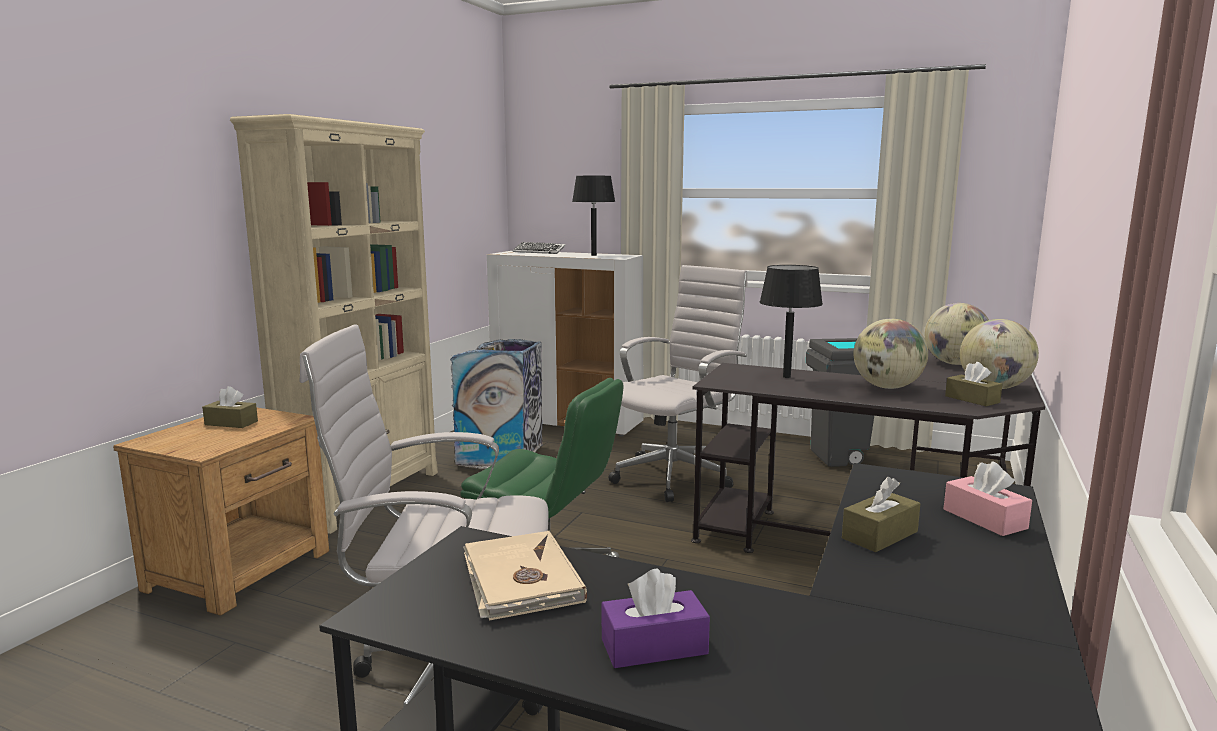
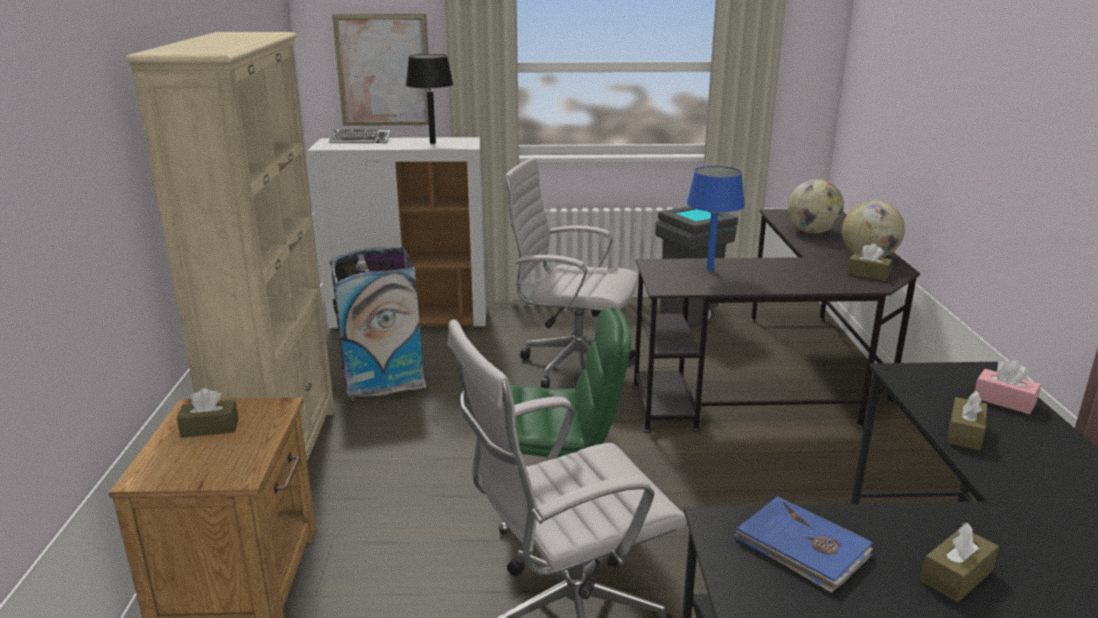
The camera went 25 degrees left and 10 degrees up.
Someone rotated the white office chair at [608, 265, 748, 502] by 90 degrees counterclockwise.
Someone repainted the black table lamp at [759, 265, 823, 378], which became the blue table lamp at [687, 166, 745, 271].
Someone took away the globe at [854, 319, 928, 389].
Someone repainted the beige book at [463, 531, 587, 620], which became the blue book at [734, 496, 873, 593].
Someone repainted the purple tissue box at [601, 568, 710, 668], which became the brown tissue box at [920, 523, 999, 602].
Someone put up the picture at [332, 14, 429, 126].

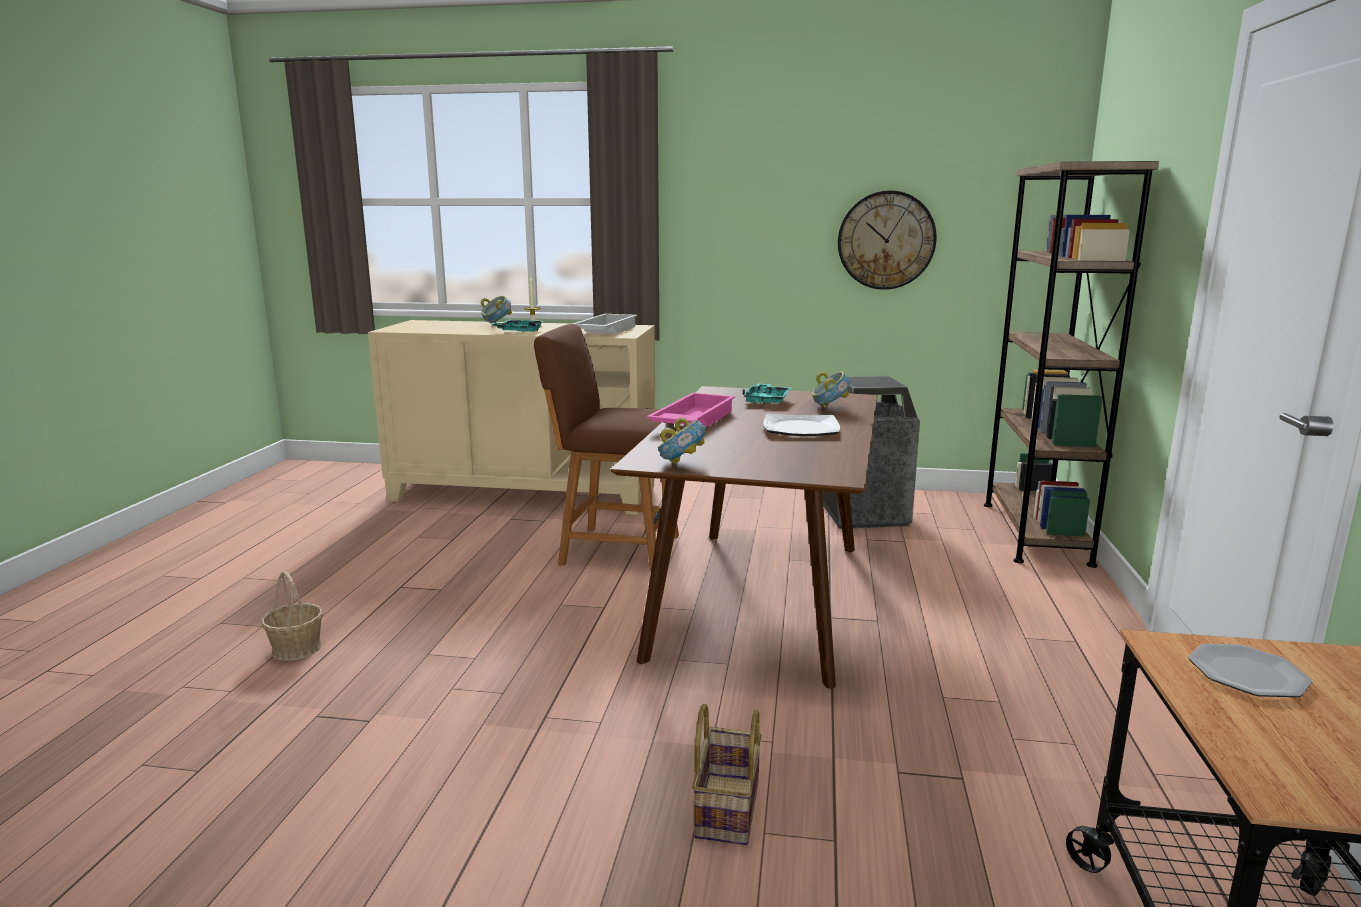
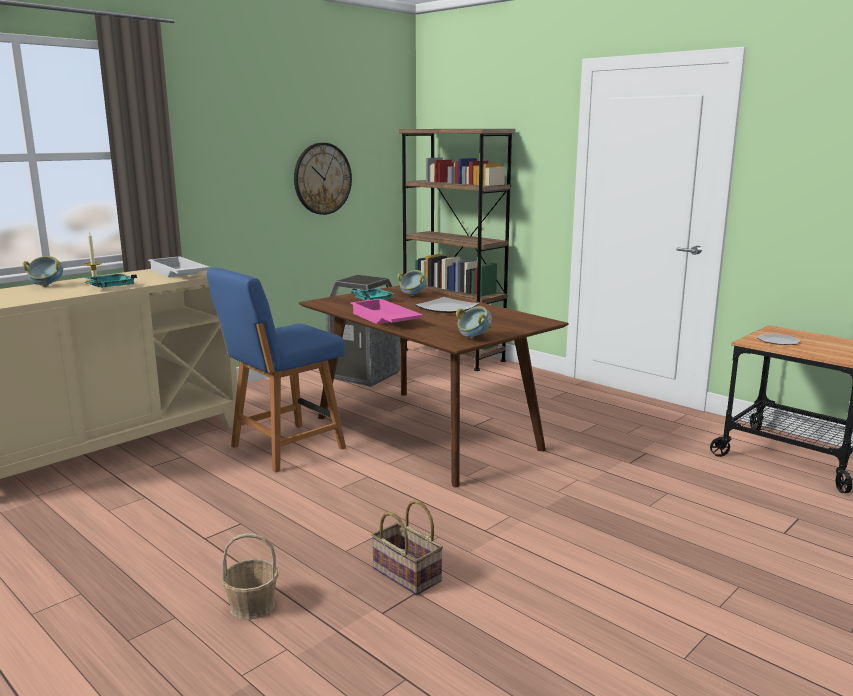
The camera went 55 degrees left and 0 degrees up.
Someone repainted the brown chair at [534, 324, 679, 572], which became the blue chair at [207, 268, 346, 473].
Someone carried the basket from [692, 704, 762, 845] to [371, 500, 443, 595].

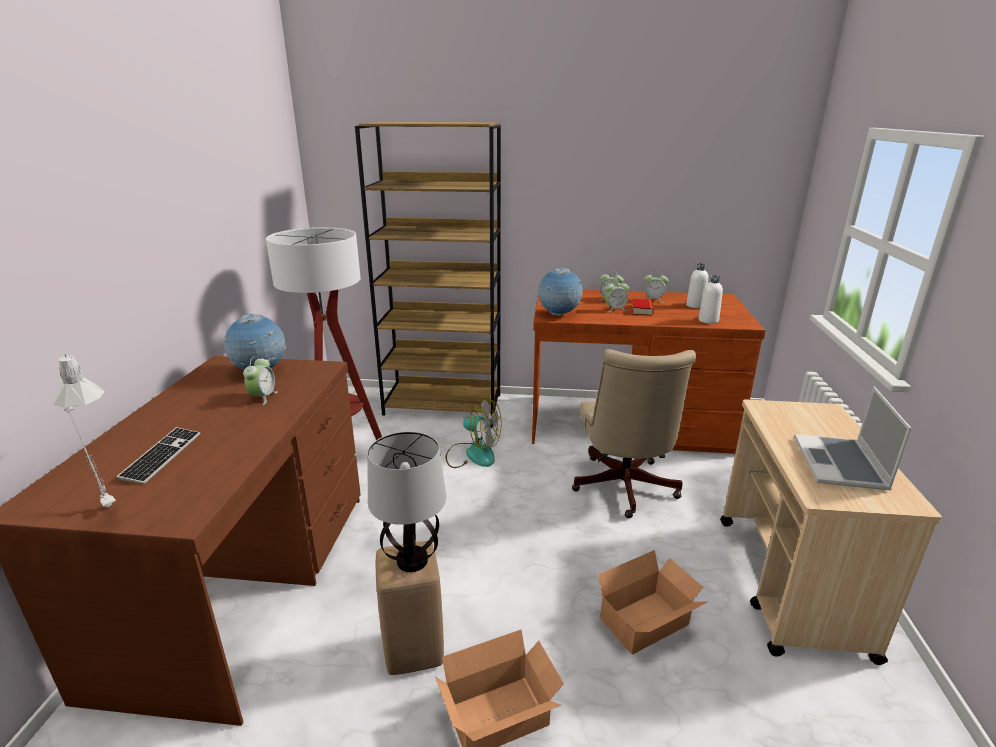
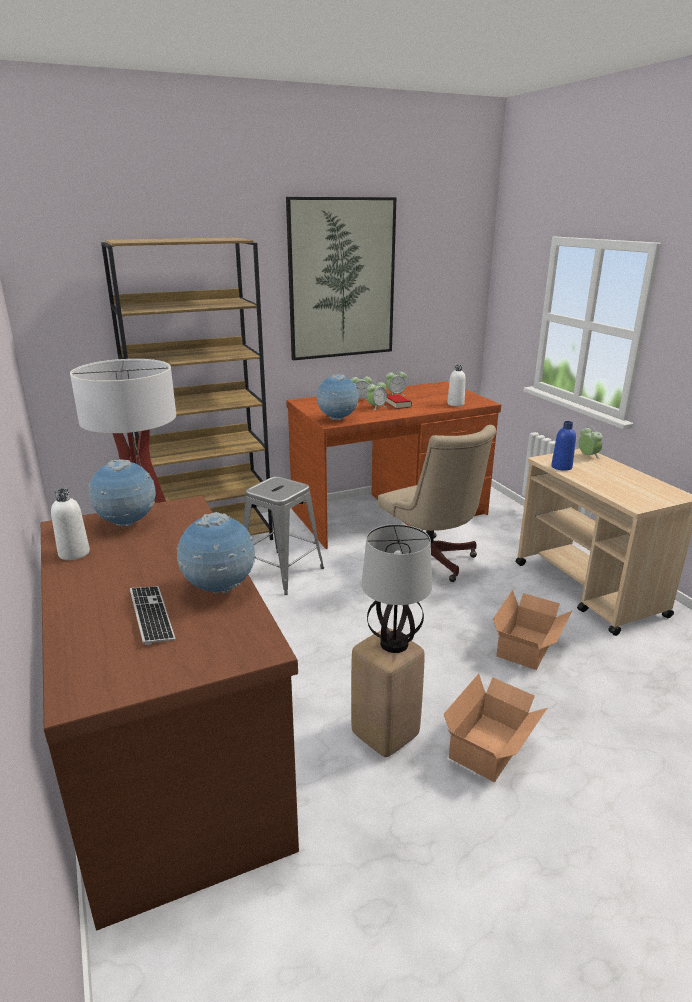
The camera went 30 degrees left and 0 degrees up.
Someone carried the white bottle from [686, 263, 708, 308] to [51, 489, 90, 560].
Someone took away the grey table lamp at [52, 355, 116, 512].
Someone carried the alarm clock from [243, 356, 278, 405] to [579, 426, 603, 459].
Someone took away the laptop at [794, 387, 912, 490].
Someone swapped the fan at [446, 398, 502, 468] for the grey stool at [243, 476, 324, 595].
Someone put up the picture at [286, 197, 397, 360].
Someone put down the blue bottle at [551, 421, 576, 471].
Someone put down the globe at [176, 512, 256, 594].

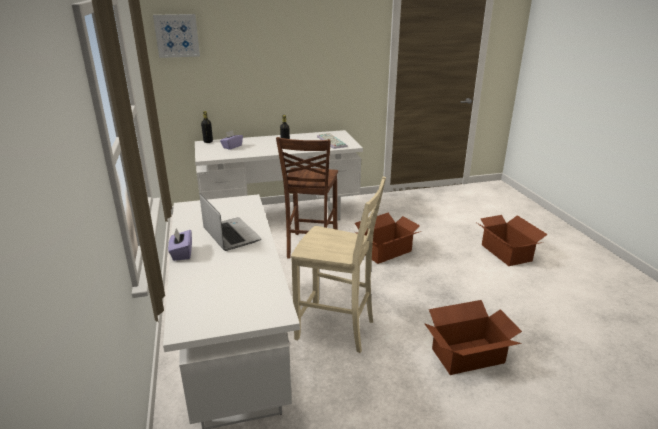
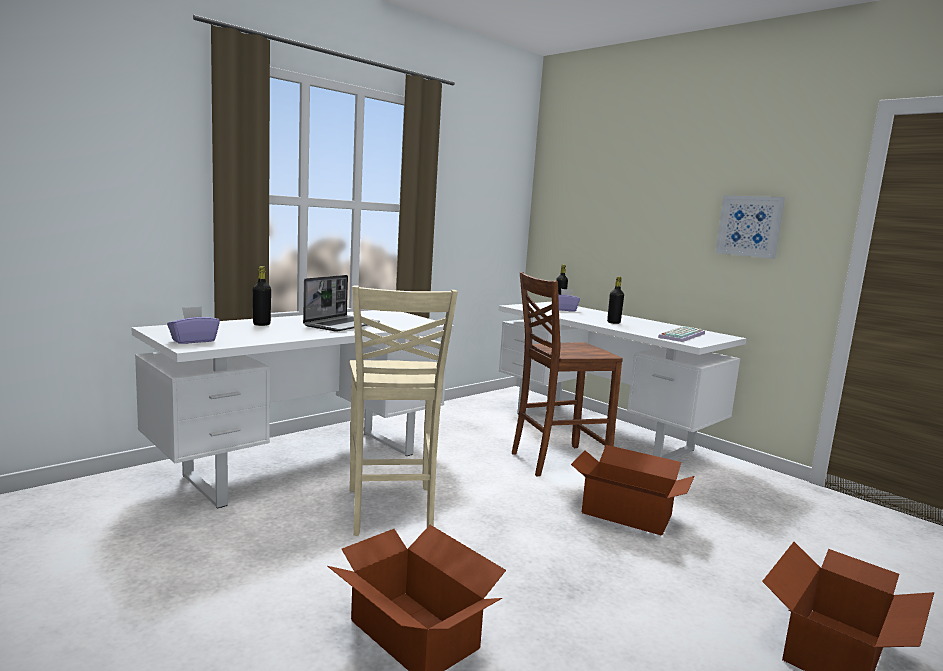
The camera went 60 degrees right and 15 degrees down.
Someone carried the picture from [153, 14, 200, 58] to [715, 195, 785, 259].
Someone carried the purple tissue box from [168, 228, 192, 261] to [167, 306, 220, 344].
Someone put down the black bottle at [253, 266, 271, 326].

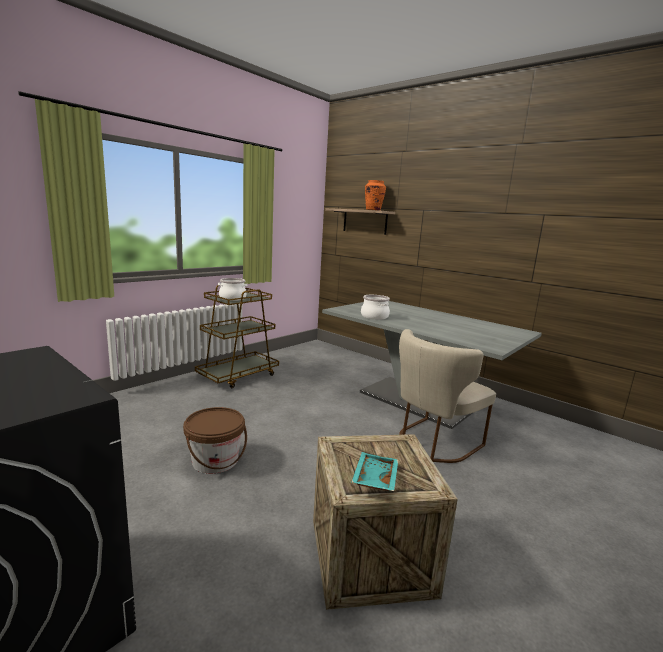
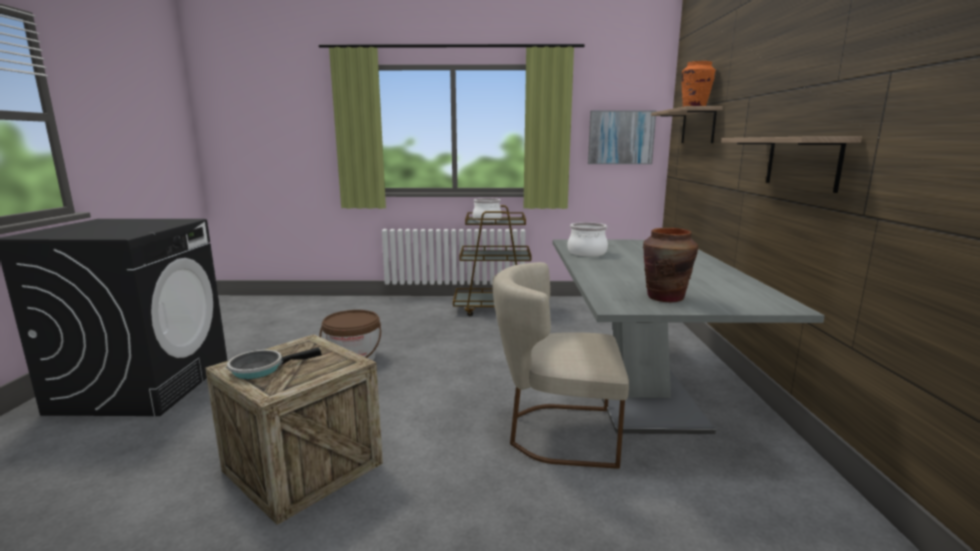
The camera went 50 degrees right and 0 degrees up.
Someone swapped the turquoise tray at [351, 452, 398, 491] for the frying pan at [227, 347, 322, 379].
Someone put up the picture at [588, 111, 656, 164].
Someone put up the shelf at [721, 137, 862, 193].
Someone put down the brown vase at [643, 228, 698, 302].

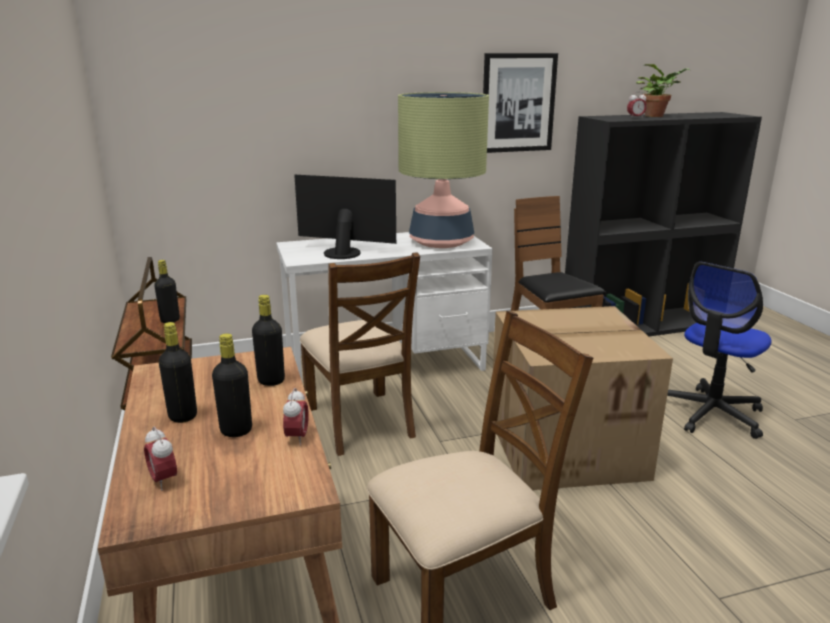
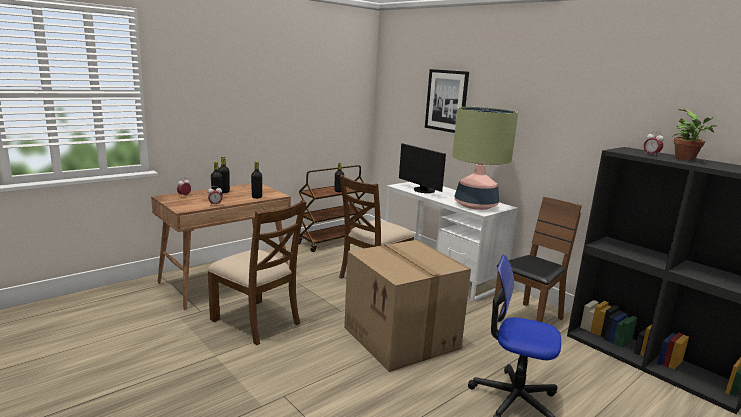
The camera went 65 degrees right and 5 degrees down.
Someone carried the picture from [483, 53, 558, 153] to [425, 69, 469, 133].
Someone rotated the monitor at [294, 175, 396, 259] by 150 degrees clockwise.

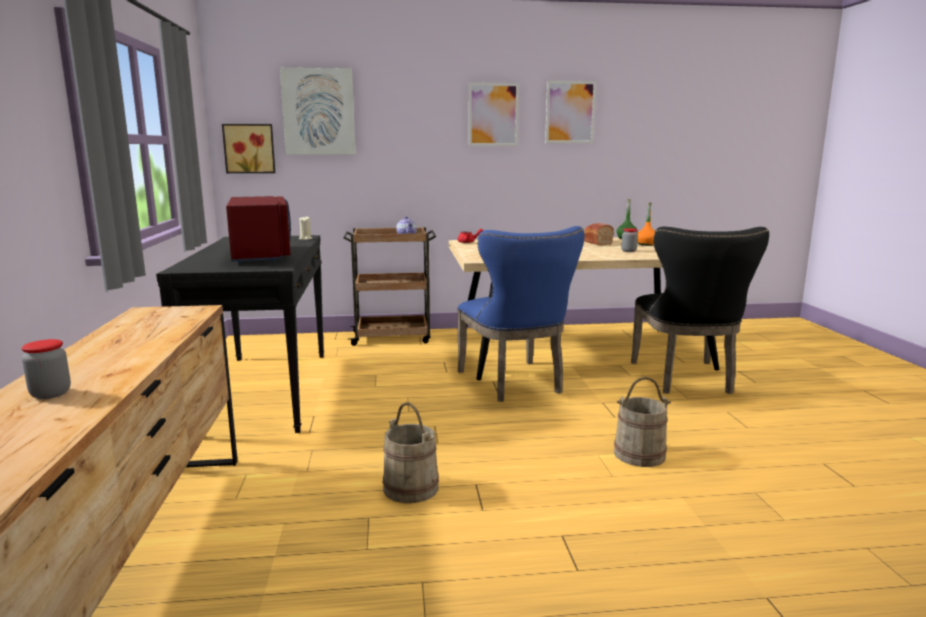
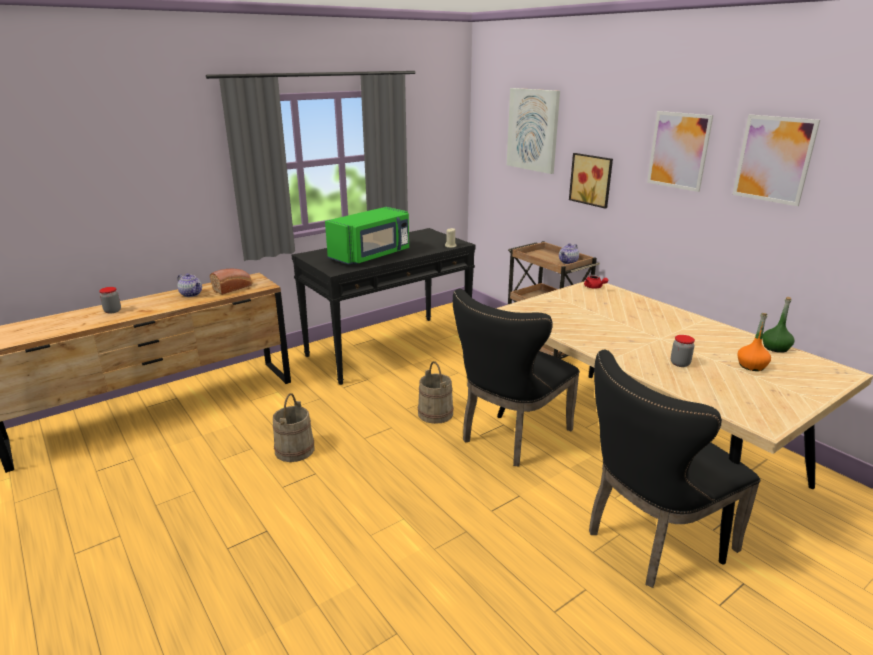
The camera went 60 degrees right and 10 degrees up.
Someone carried the picture from [222, 124, 275, 173] to [569, 153, 613, 209].
Someone repainted the red microwave at [226, 196, 291, 263], which became the green microwave at [325, 207, 409, 265].
Someone carried the bread from [584, 223, 614, 245] to [210, 269, 252, 295].
Someone repainted the blue chair at [457, 226, 584, 402], which became the black chair at [453, 289, 580, 467].
Someone carried the beige bucket from [614, 377, 671, 467] to [418, 361, 454, 424].
Someone put down the teapot at [177, 273, 202, 297].

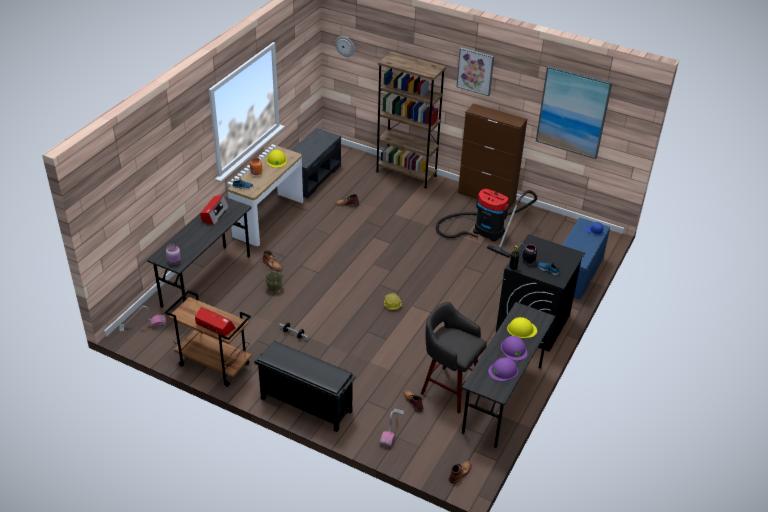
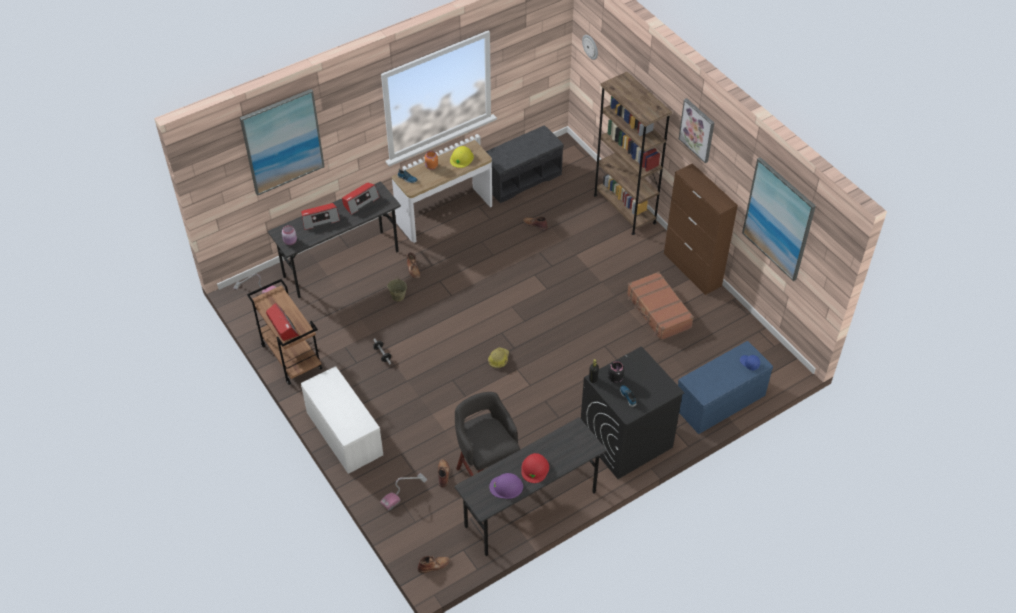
The camera went 30 degrees right and 10 degrees up.
Someone swapped the vacuum cleaner at [436, 189, 537, 258] for the brown suitcase at [627, 271, 694, 340].
Someone took away the yellow hard hat at [507, 317, 537, 338].
Someone repainted the purple hard hat at [501, 336, 527, 361], which became the red hard hat at [521, 453, 549, 483].
Someone swapped the black shoe rack at [254, 341, 356, 432] for the white bench at [301, 366, 383, 474].
Someone put up the picture at [240, 89, 325, 196].
Someone put down the radio at [301, 203, 340, 230].

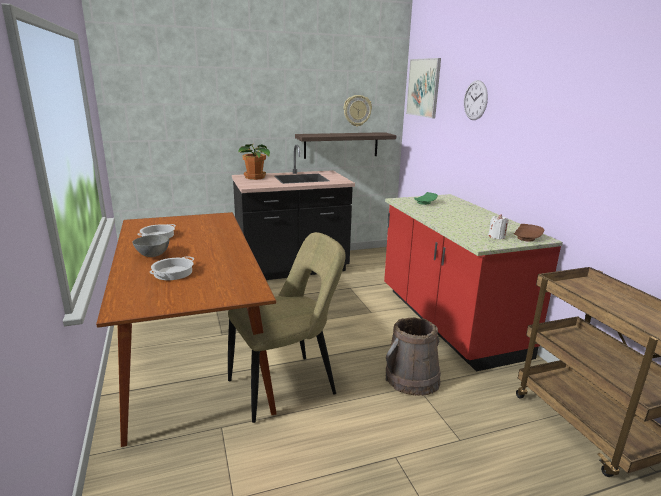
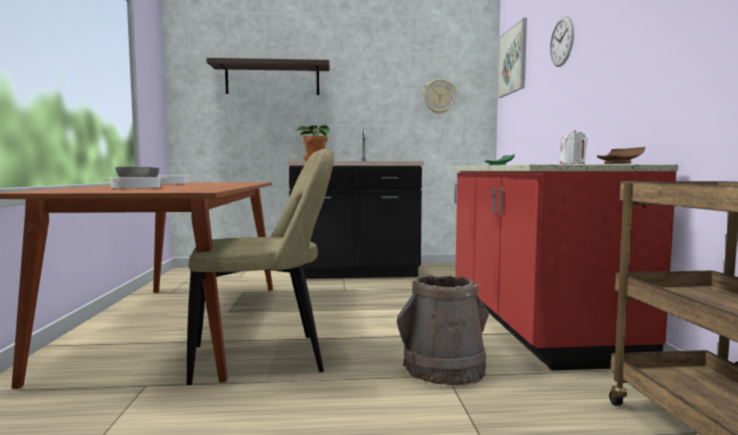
The camera went 15 degrees right and 15 degrees down.
Someone carried the shelf from [295, 132, 397, 159] to [207, 58, 330, 95].

